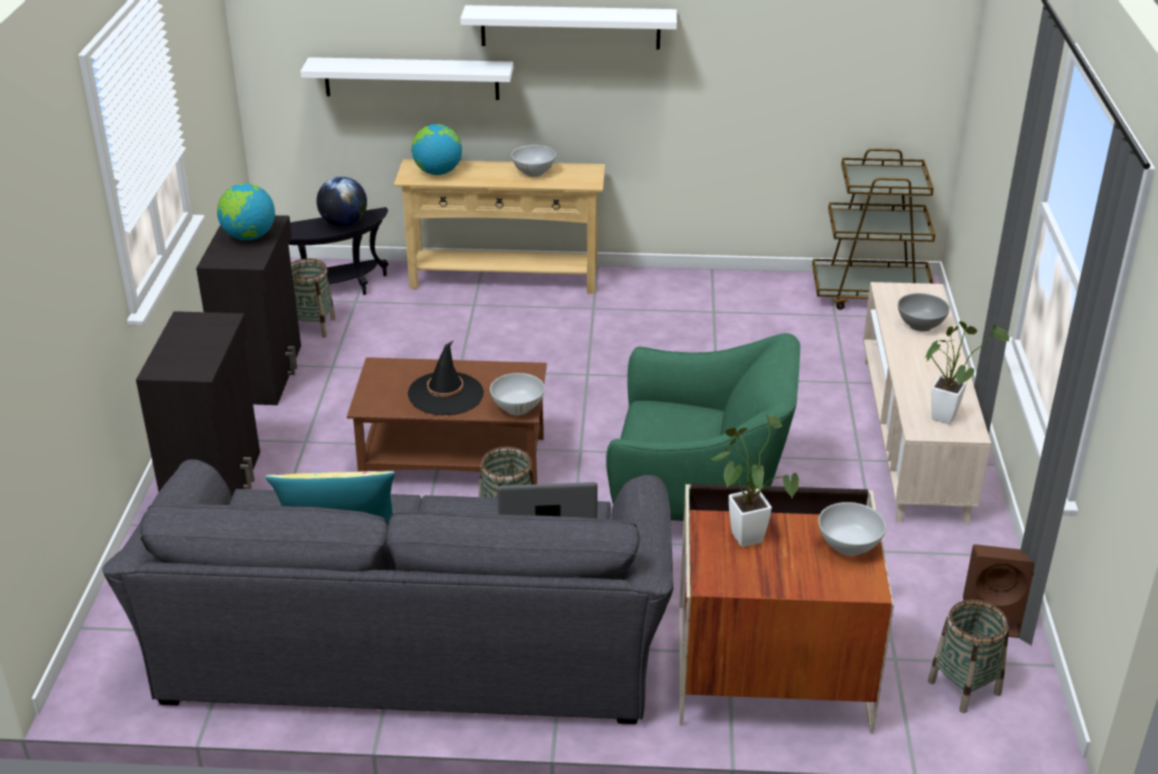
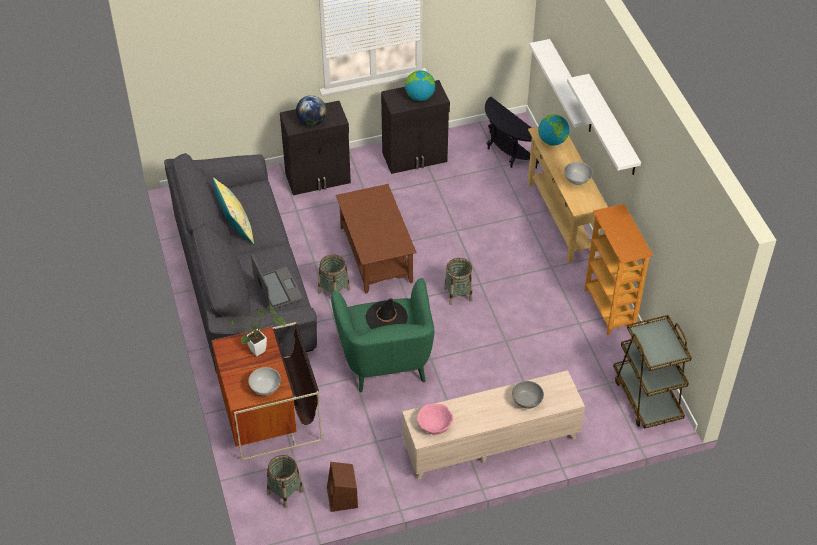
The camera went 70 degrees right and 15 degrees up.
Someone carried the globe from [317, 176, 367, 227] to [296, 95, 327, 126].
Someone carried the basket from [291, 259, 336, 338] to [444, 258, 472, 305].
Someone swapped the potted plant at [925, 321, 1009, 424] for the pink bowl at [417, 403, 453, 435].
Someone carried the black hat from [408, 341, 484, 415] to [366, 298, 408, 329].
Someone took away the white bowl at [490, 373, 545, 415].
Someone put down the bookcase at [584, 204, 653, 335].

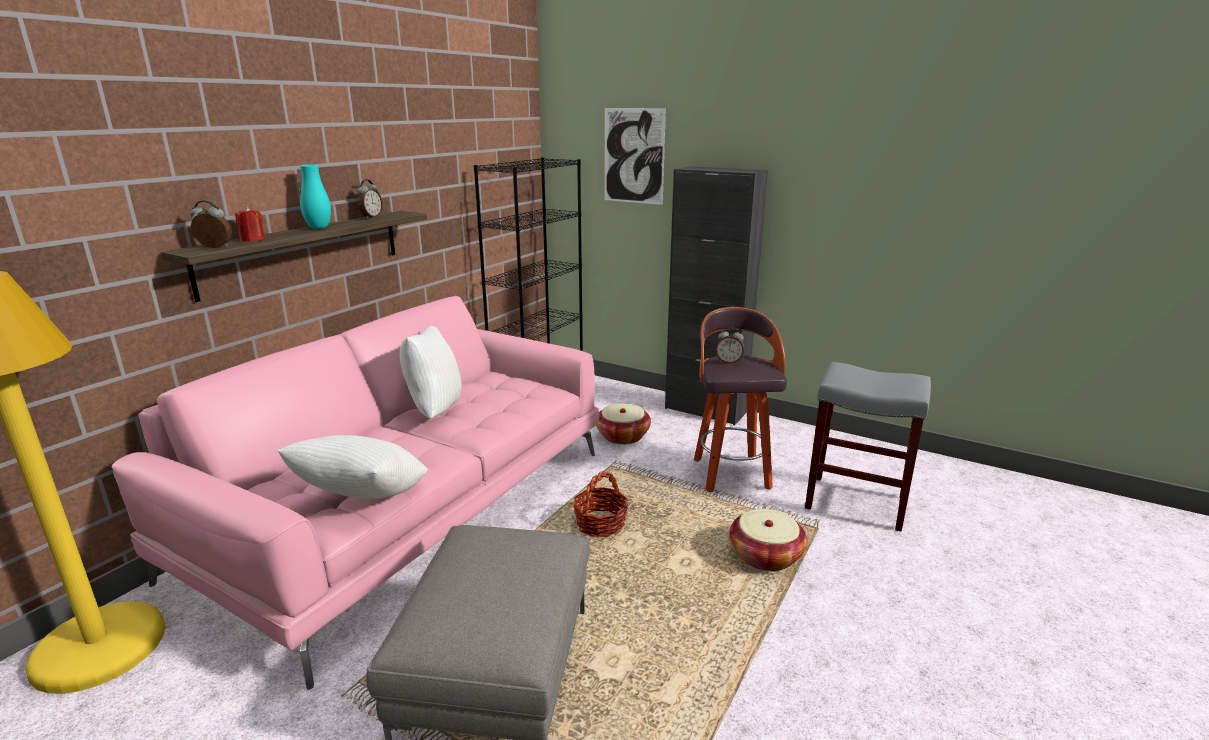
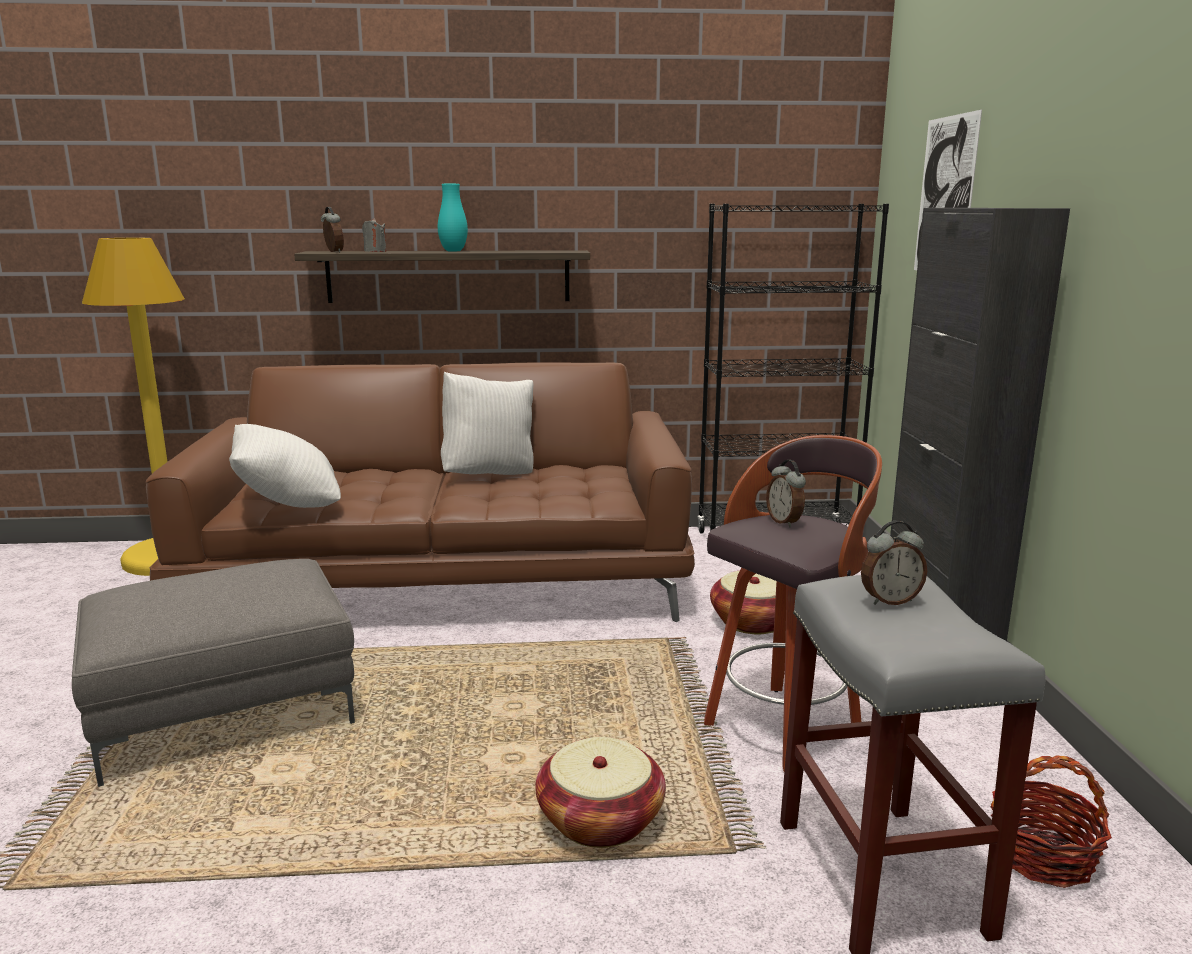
The camera went 55 degrees right and 5 degrees down.
Someone carried the alarm clock from [357, 179, 383, 219] to [861, 521, 927, 605].
Someone repainted the red candle at [235, 207, 265, 242], which became the grey candle at [362, 218, 386, 252].
Someone repainted the pink sofa at [112, 296, 599, 690], which became the brown sofa at [146, 362, 695, 622].
Someone carried the basket from [573, 471, 628, 537] to [990, 755, 1112, 888].

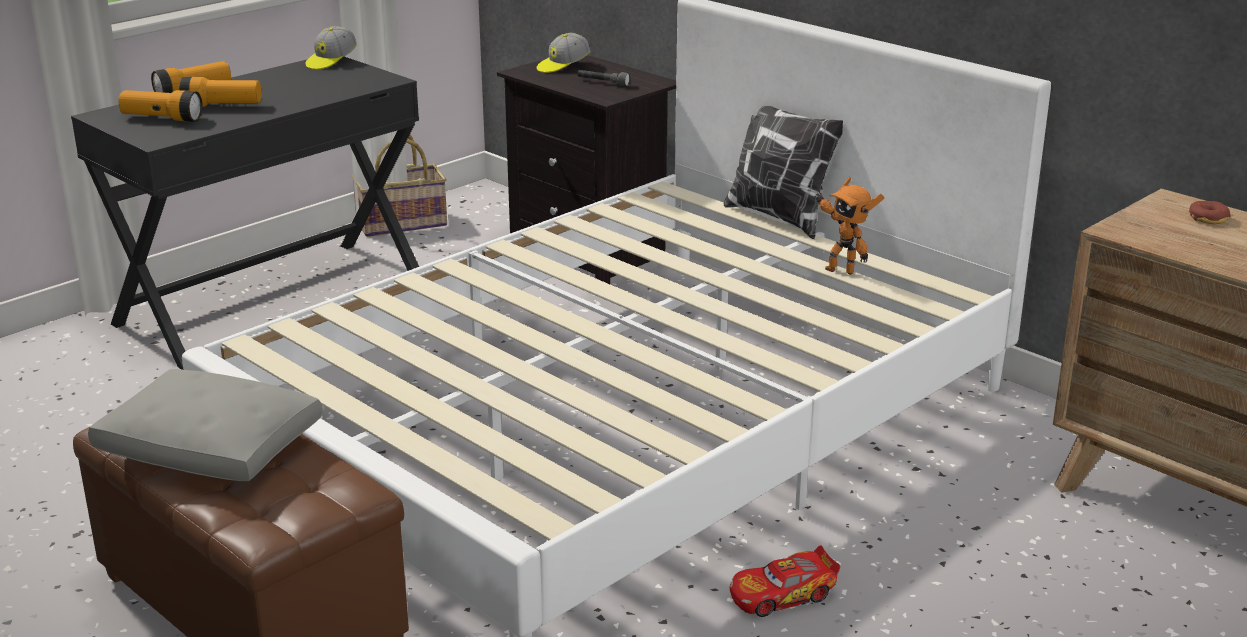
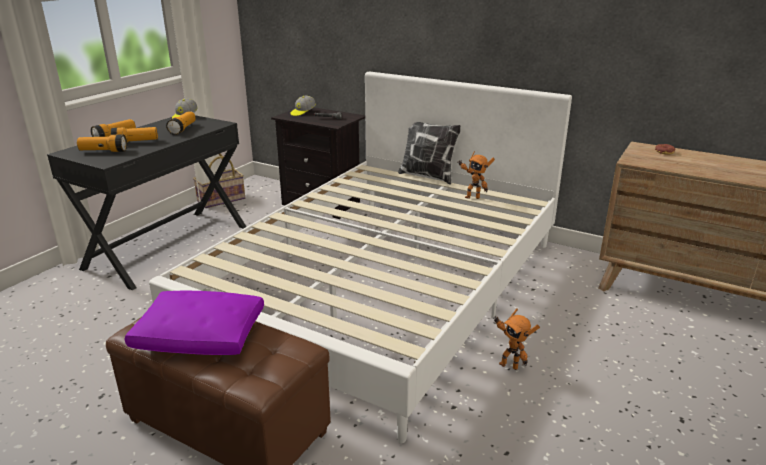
The camera went 15 degrees left and 0 degrees up.
Someone repainted the grey pillow at [88, 369, 323, 481], which became the purple pillow at [125, 290, 264, 355].
Someone swapped the toy car at [730, 545, 840, 617] for the toy robot at [494, 308, 540, 370].
Someone put down the flashlight at [166, 111, 196, 135].

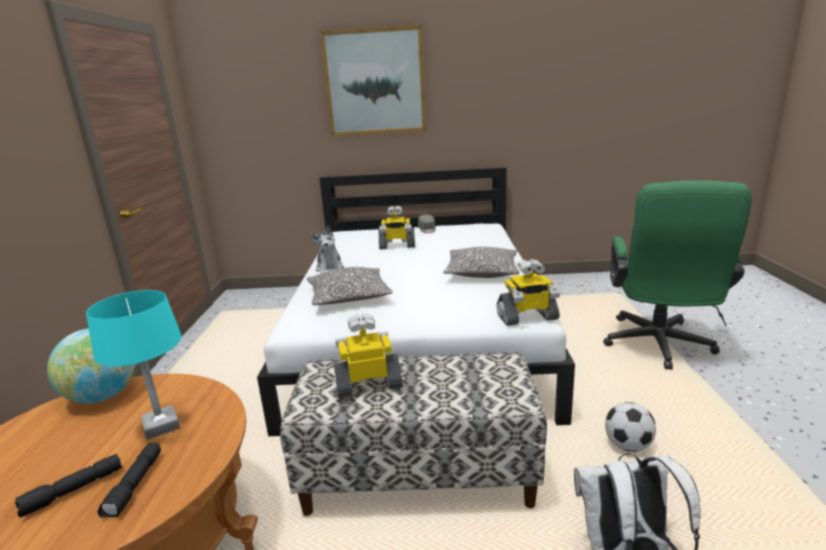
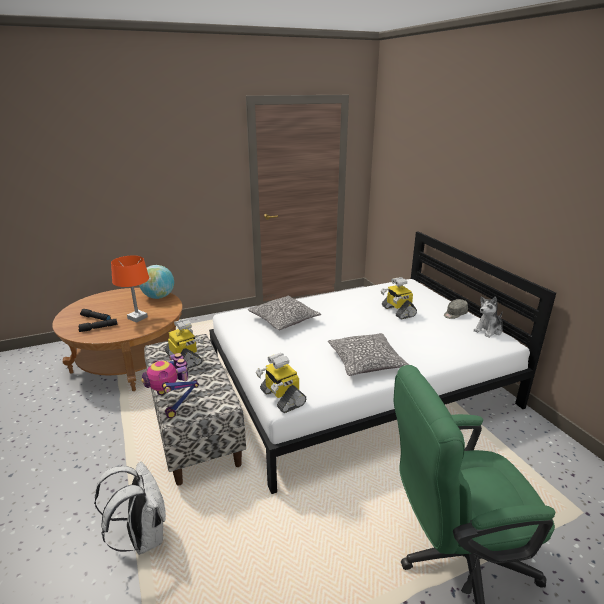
The camera went 65 degrees right and 5 degrees up.
Someone took away the picture at [320, 25, 426, 136].
Someone carried the plush toy from [311, 226, 344, 274] to [473, 297, 503, 338].
Someone repainted the turquoise table lamp at [86, 290, 181, 440], which became the orange table lamp at [111, 256, 149, 323].
Someone took away the football at [605, 402, 656, 452].
Someone put down the toy robot at [141, 353, 199, 418].

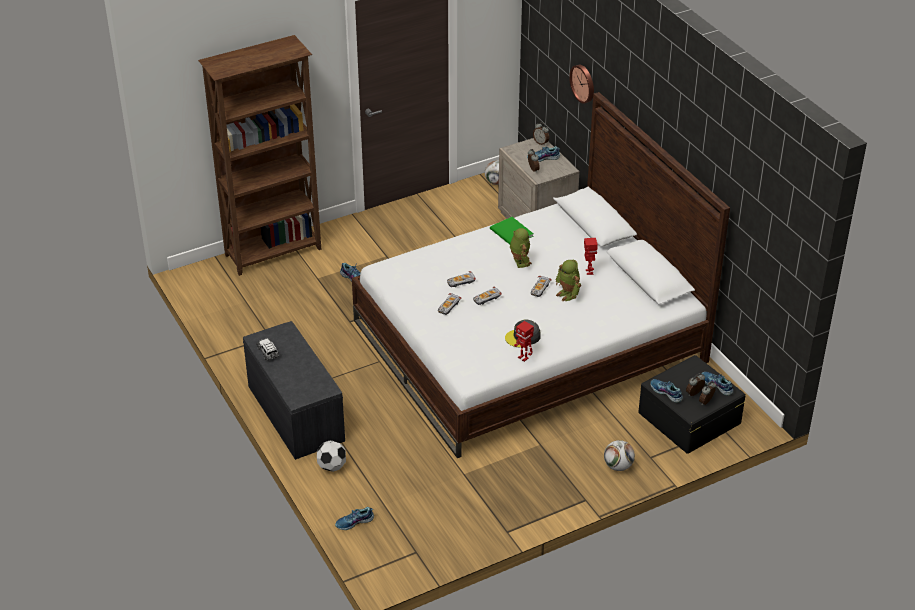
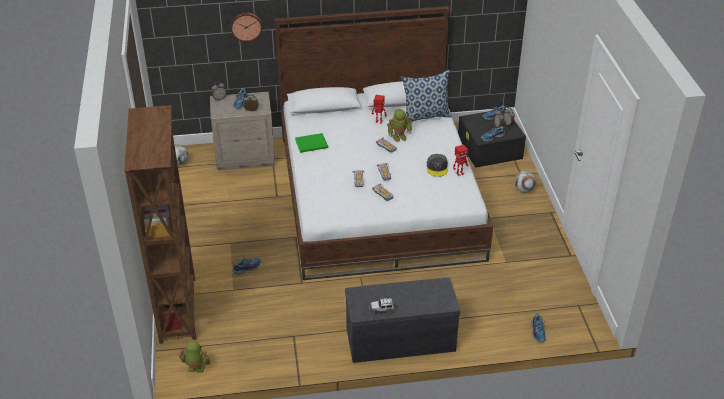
The camera went 70 degrees left and 0 degrees up.
Someone carried the toy robot from [510, 228, 532, 268] to [179, 341, 210, 373].
Someone took away the football at [317, 441, 346, 472].
Someone put down the pillow at [401, 70, 452, 122].

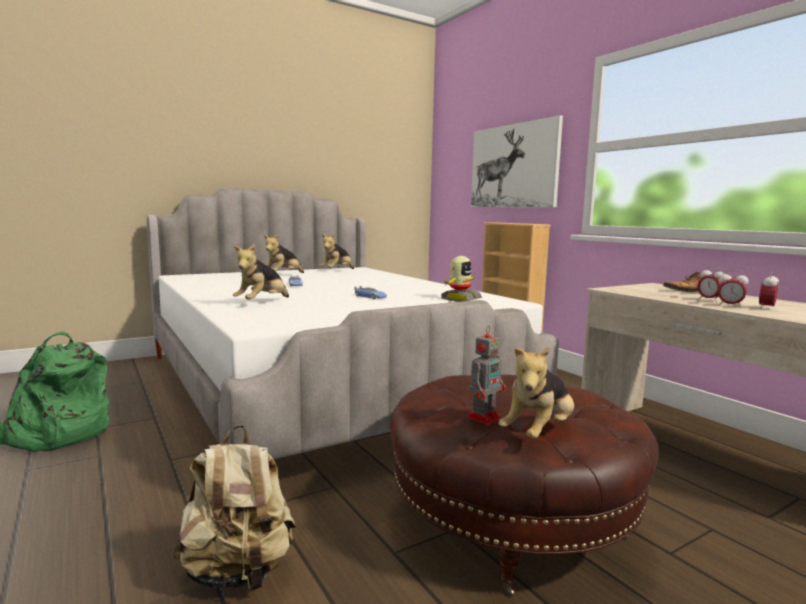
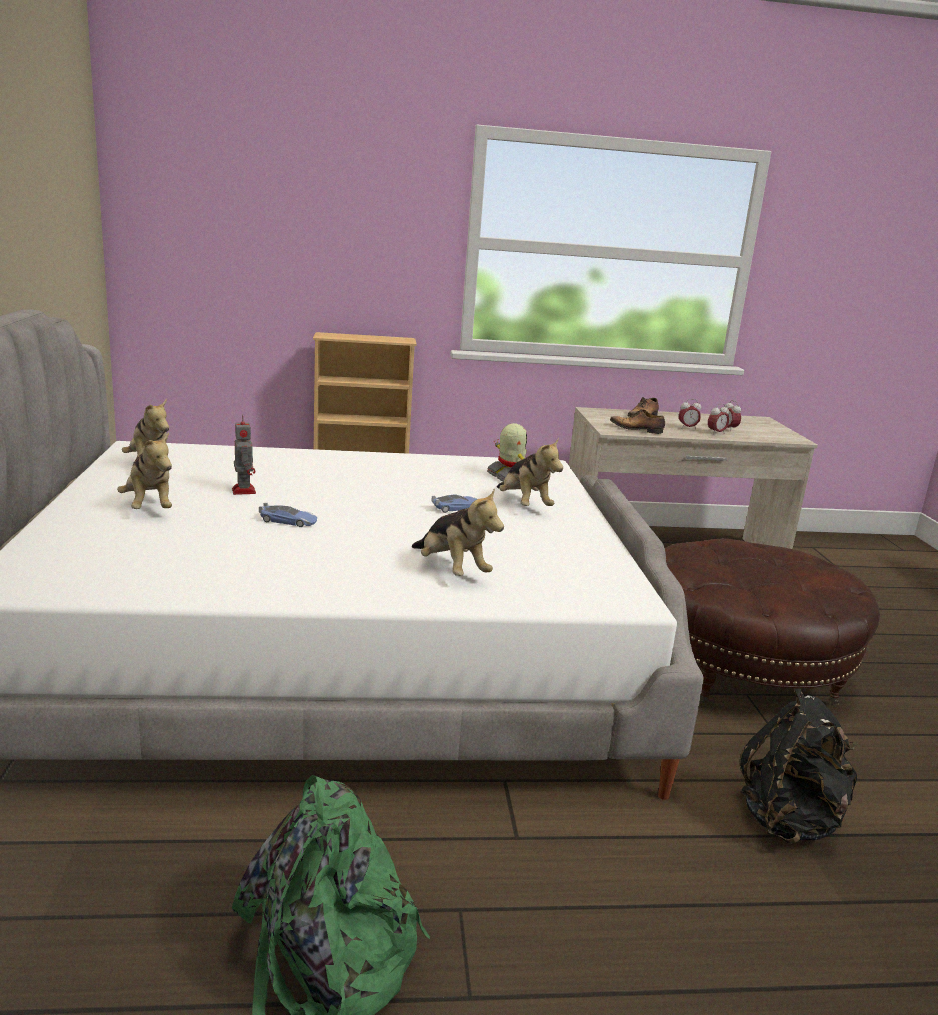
The camera went 65 degrees left and 10 degrees up.
Someone took away the picture at [471, 115, 563, 207].
Someone carried the toy robot from [467, 325, 506, 425] to [232, 414, 256, 495].
Someone carried the plush toy from [498, 346, 574, 439] to [497, 438, 563, 506].
Someone repainted the beige backpack at [173, 425, 296, 591], which became the black backpack at [739, 688, 857, 844].
Someone put down the shoe at [610, 409, 665, 434].

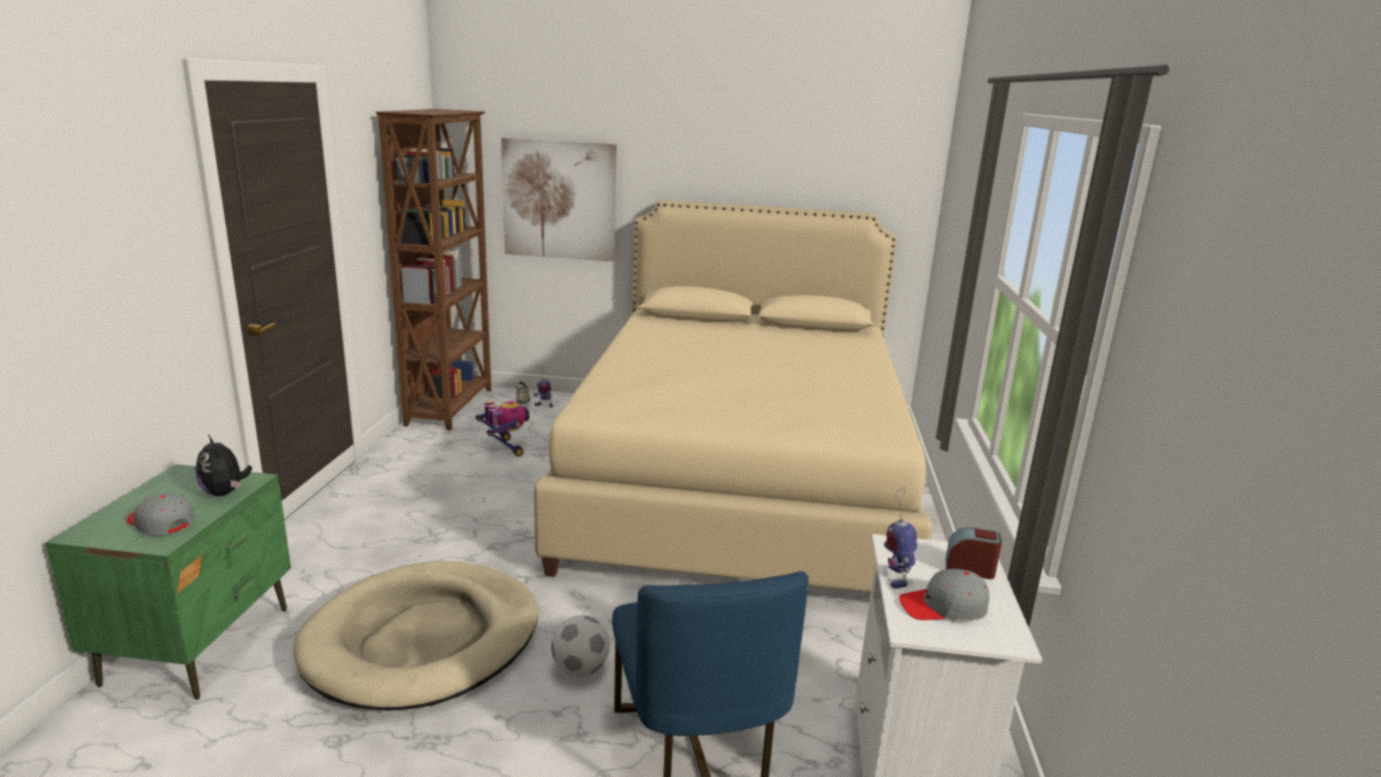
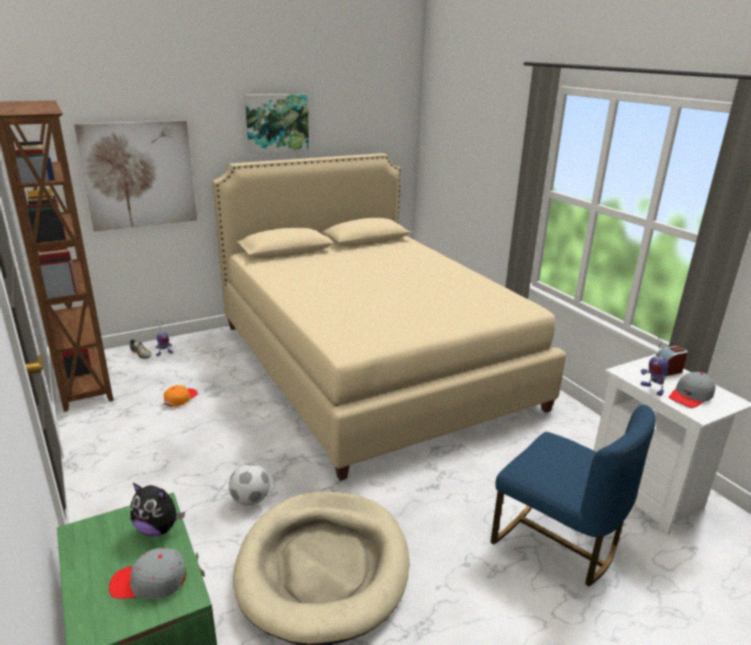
The camera went 35 degrees left and 5 degrees up.
Someone swapped the toy robot at [475, 401, 529, 457] for the orange cap at [164, 385, 198, 407].
Someone carried the football from [551, 616, 610, 676] to [229, 464, 270, 506].
Someone put up the picture at [245, 94, 309, 153].

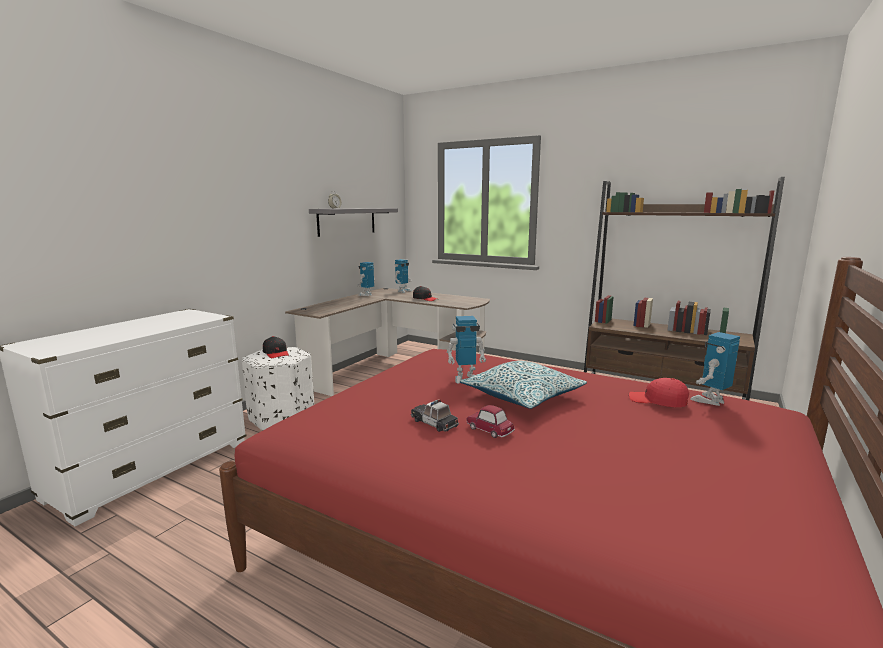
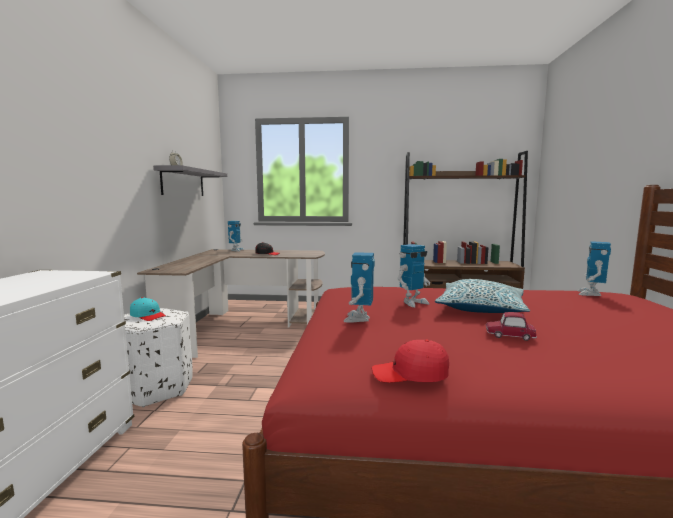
The camera went 25 degrees left and 5 degrees down.
Someone carried the toy robot from [357, 262, 375, 296] to [343, 252, 375, 323].
Someone repainted the black cap at [263, 336, 289, 358], which became the turquoise cap at [130, 297, 166, 321].
Someone carried the red cap from [628, 378, 689, 407] to [372, 340, 449, 383].
Someone took away the toy car at [411, 399, 459, 432].

